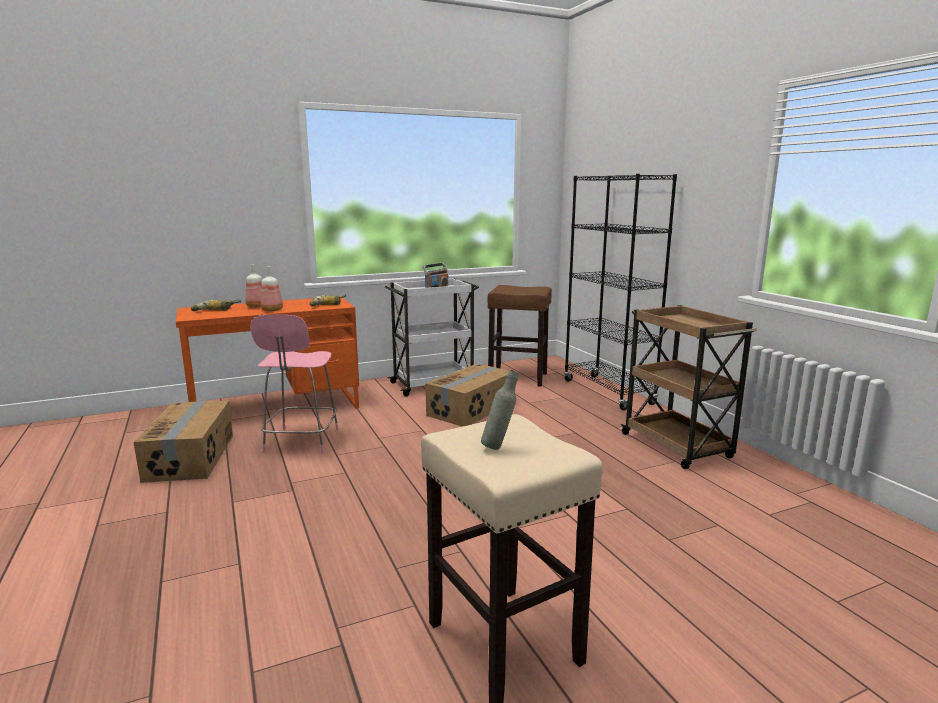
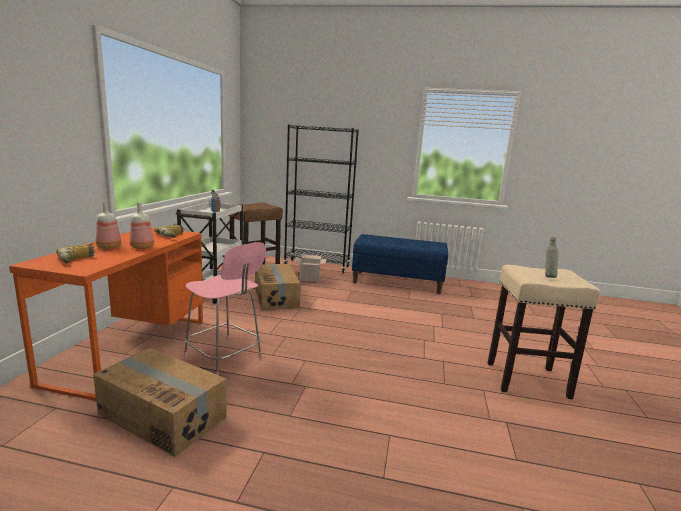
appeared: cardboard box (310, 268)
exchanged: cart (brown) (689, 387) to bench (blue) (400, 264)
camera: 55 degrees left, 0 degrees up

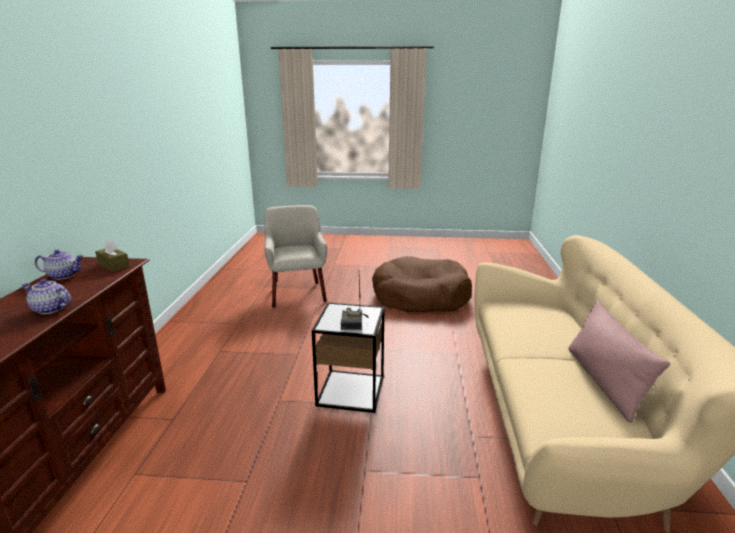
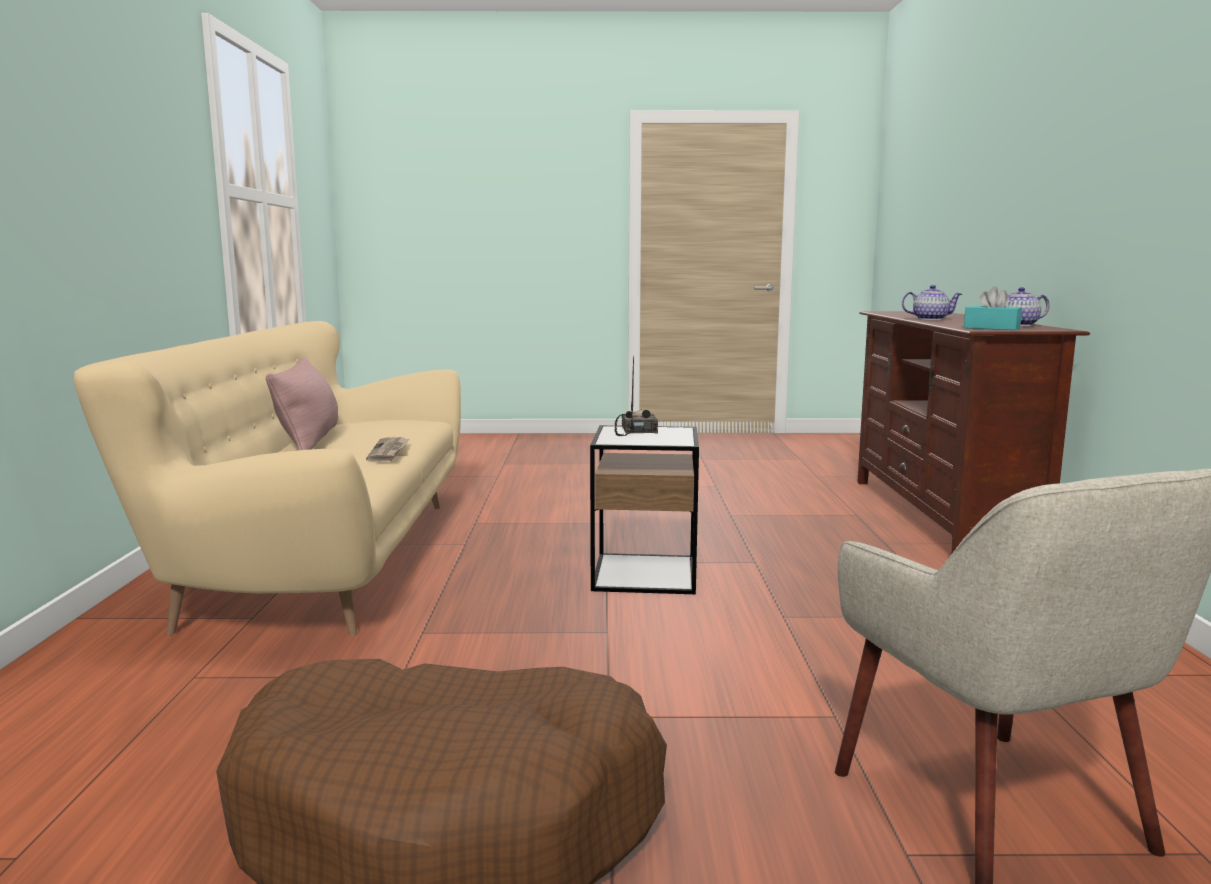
appeared: newspaper (388, 449)
colour: tissue box (brown) (112, 255) to tissue box (turquoise) (993, 308)
camera: 175 degrees right, 10 degrees down

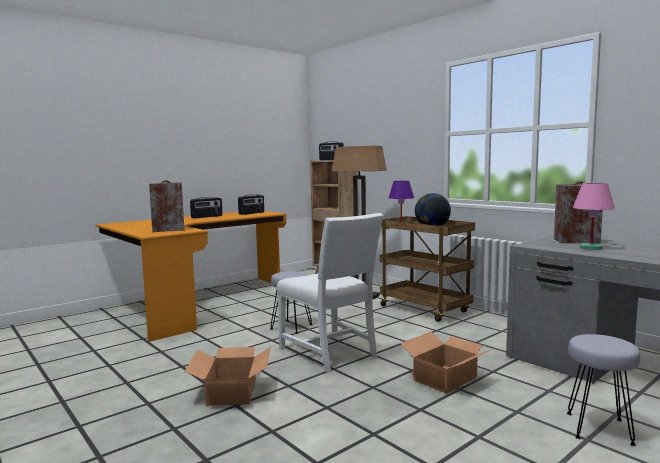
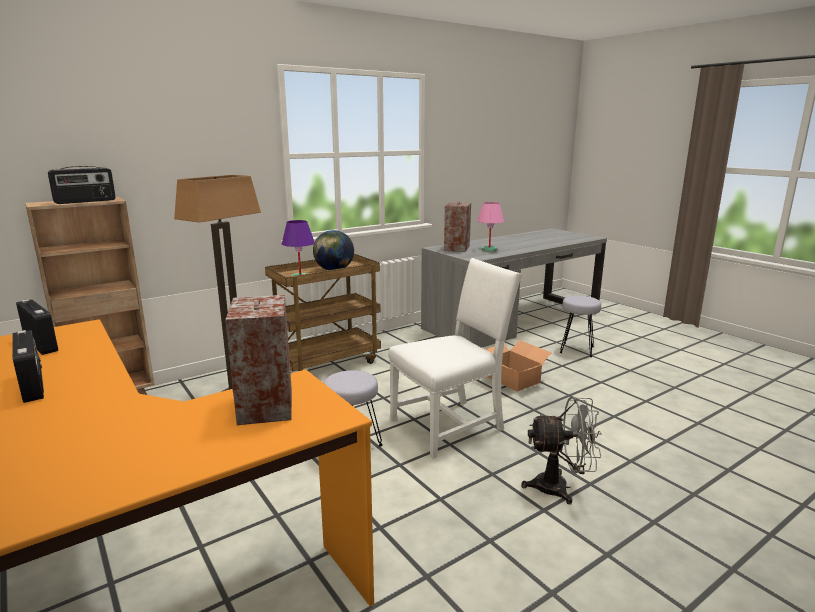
exchanged: cardboard box (228, 376) to fan (grey) (561, 450)
camera: 85 degrees left, 10 degrees up

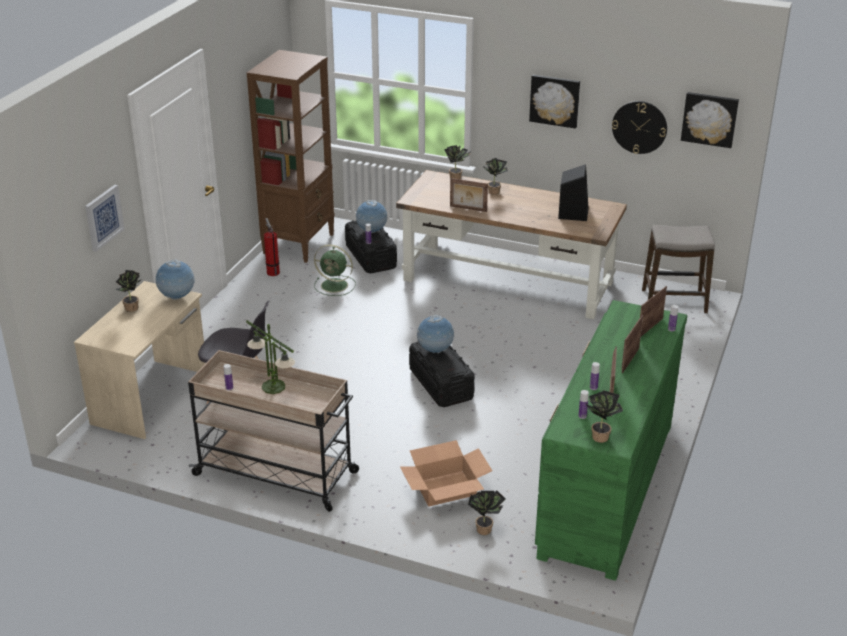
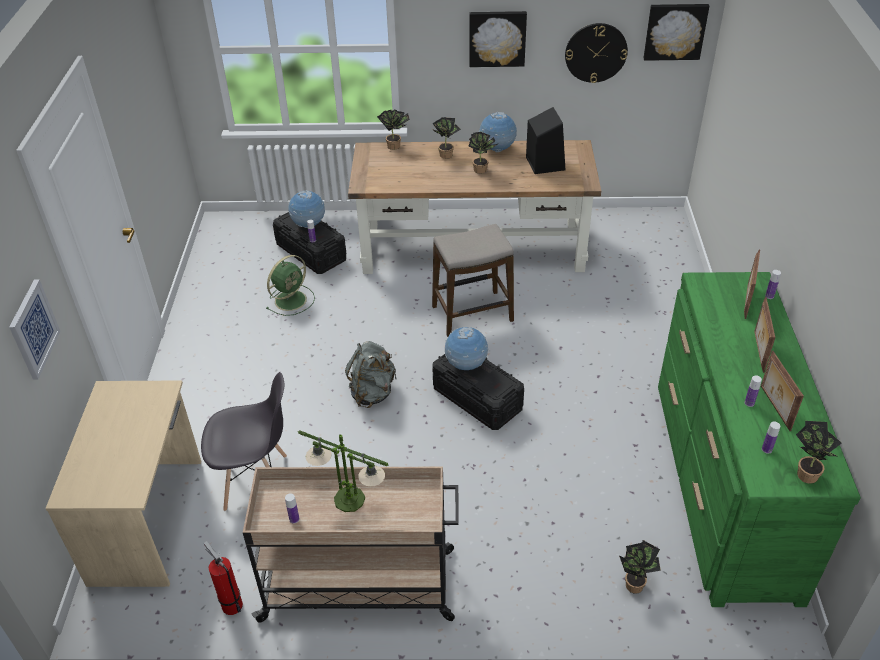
missing: bookcase (brown) (291, 156); picture frame (469, 195); cardboard box (446, 473)
appeared: backpack (grey) (370, 374)
relocated: fire extinguisher (272, 247) to (223, 578); stool (678, 269) to (473, 280); globe (175, 279) to (498, 132); potted plant (128, 291) to (483, 153)
spun: fan (green) (335, 270) = (290, 285) 45 degrees counterclockwise
camera: 20 degrees left, 10 degrees up

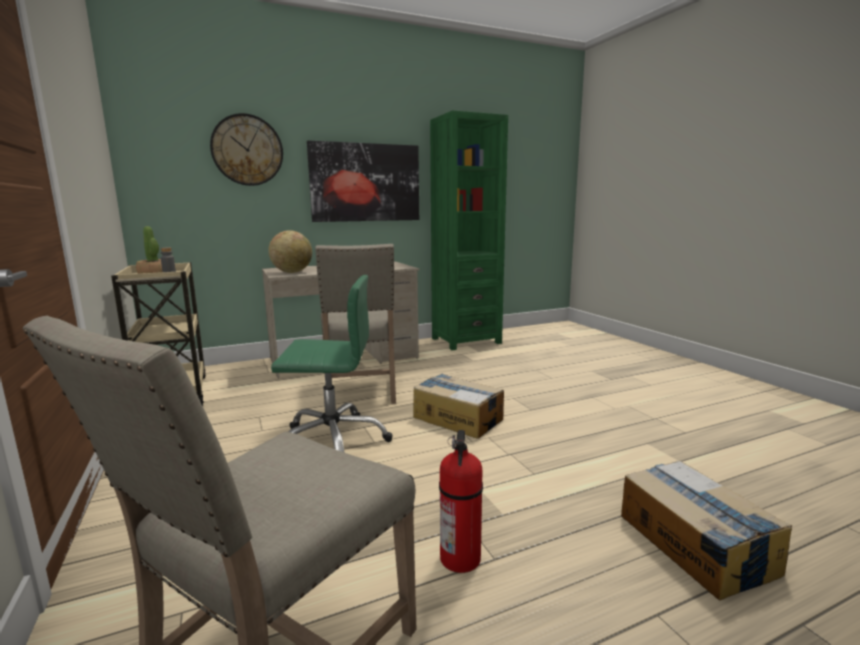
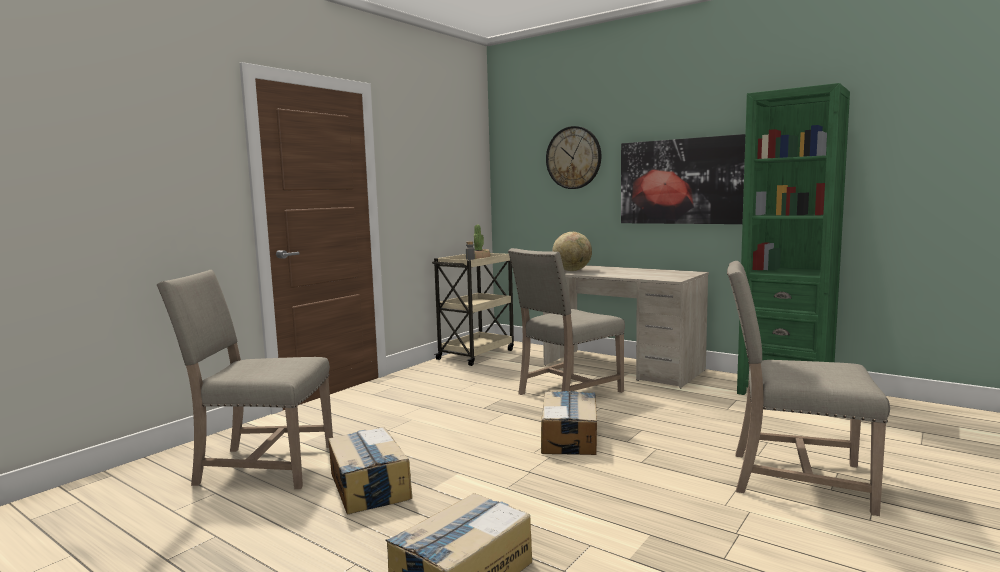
missing: office chair (green) (331, 363)
appeared: chair (beige) (808, 388)
exchanged: fire extinguisher (461, 501) to cardboard box (370, 471)
camera: 60 degrees right, 5 degrees down

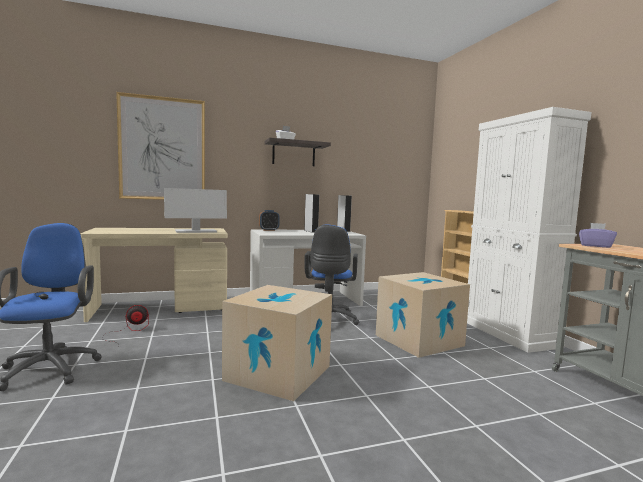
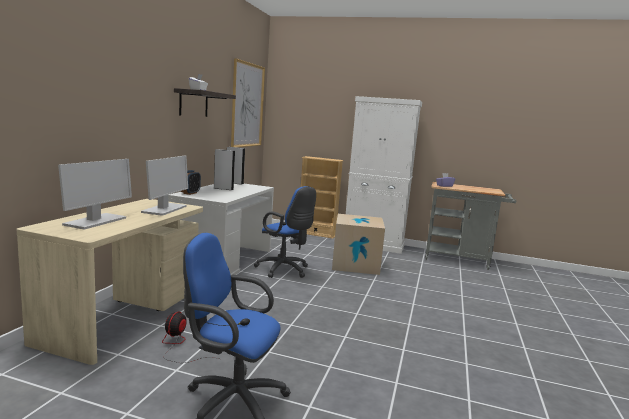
missing: cardboard box (277, 343)
appeared: monitor (95, 194)
relocated: picture (160, 146) to (248, 102)
camera: 55 degrees left, 5 degrees up

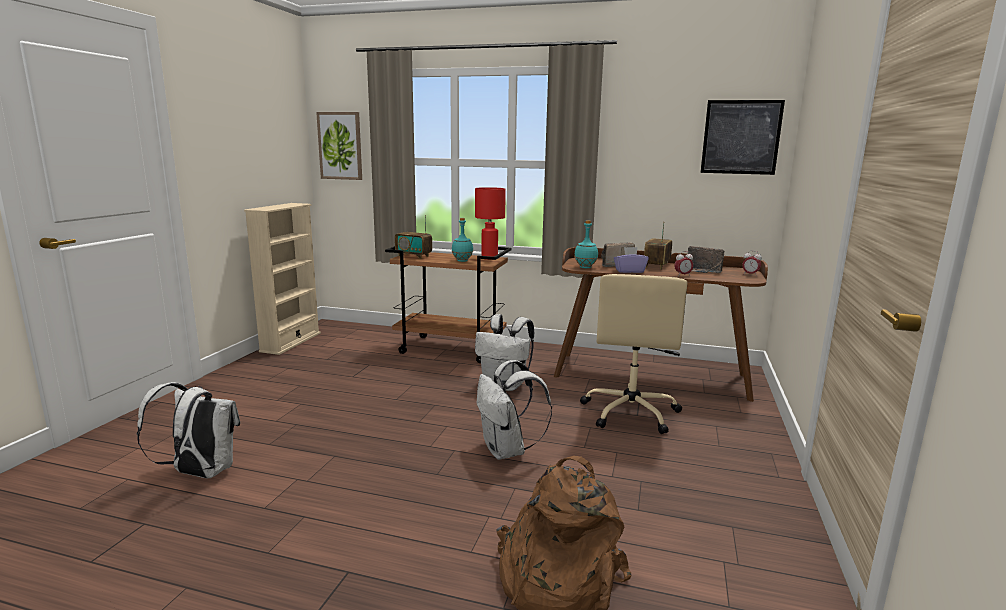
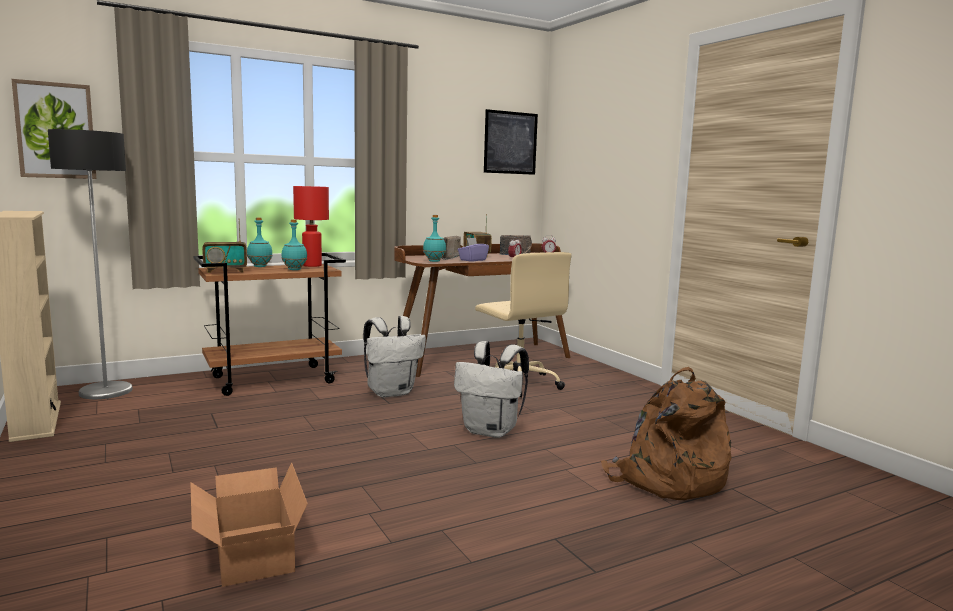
appeared: floor lamp (90, 264); bottle (turquoise) (260, 242)
exchanged: backpack (white) (188, 430) to cardboard box (249, 524)
camera: 45 degrees left, 5 degrees down

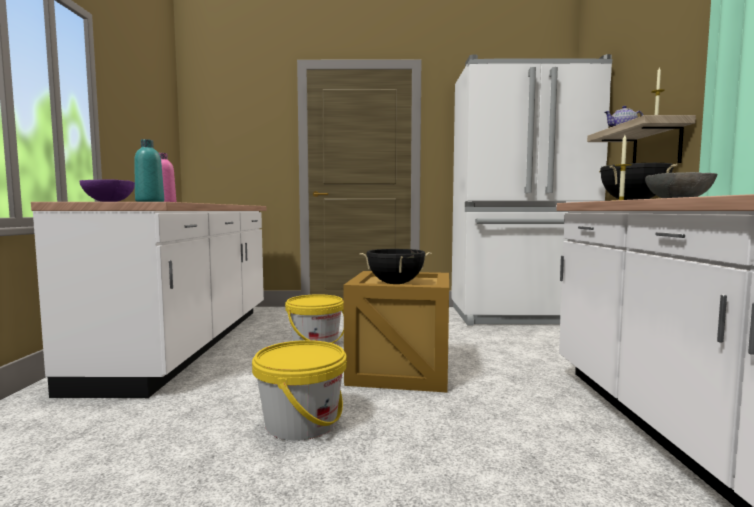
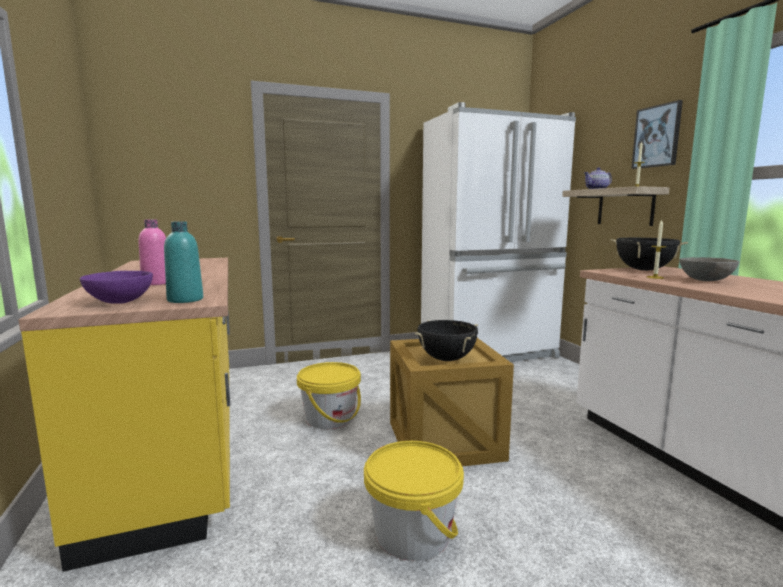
appeared: picture (657, 134)
colour: counter (white) (148, 300) to counter (yellow) (124, 415)
camera: 20 degrees left, 5 degrees up

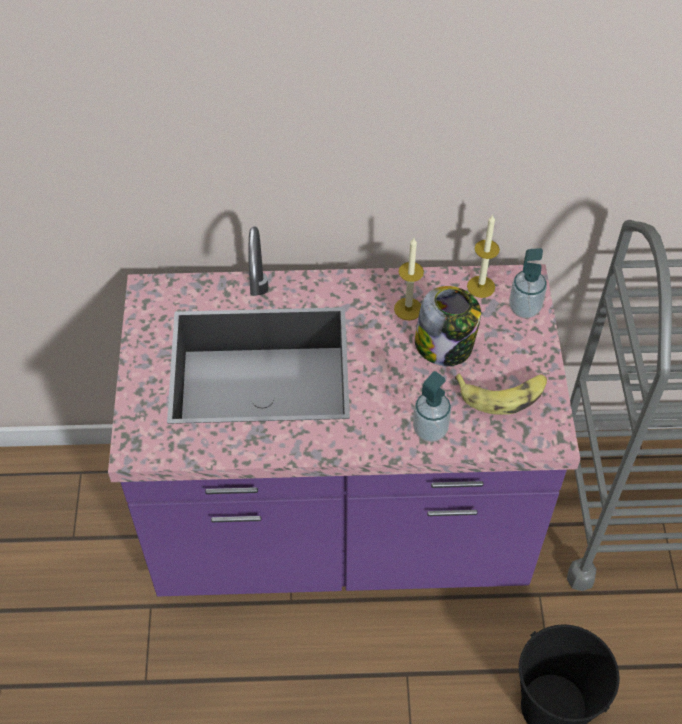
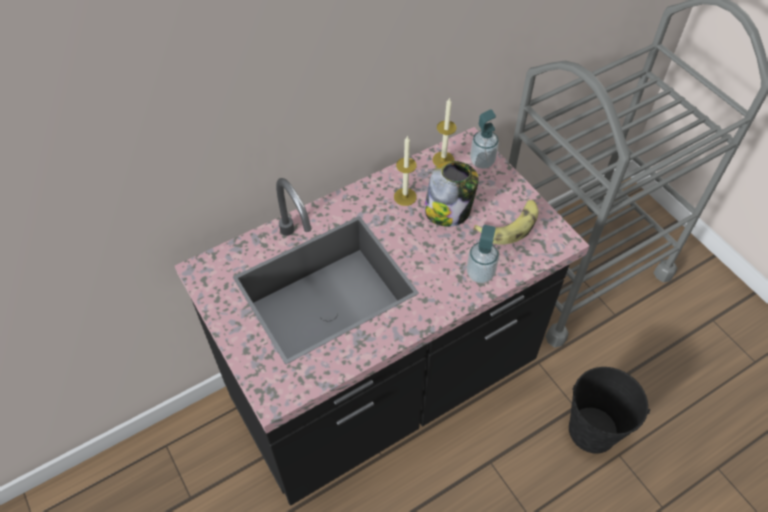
colour: counter (purple) (344, 411) to counter (black) (382, 316)
camera: 30 degrees left, 0 degrees up

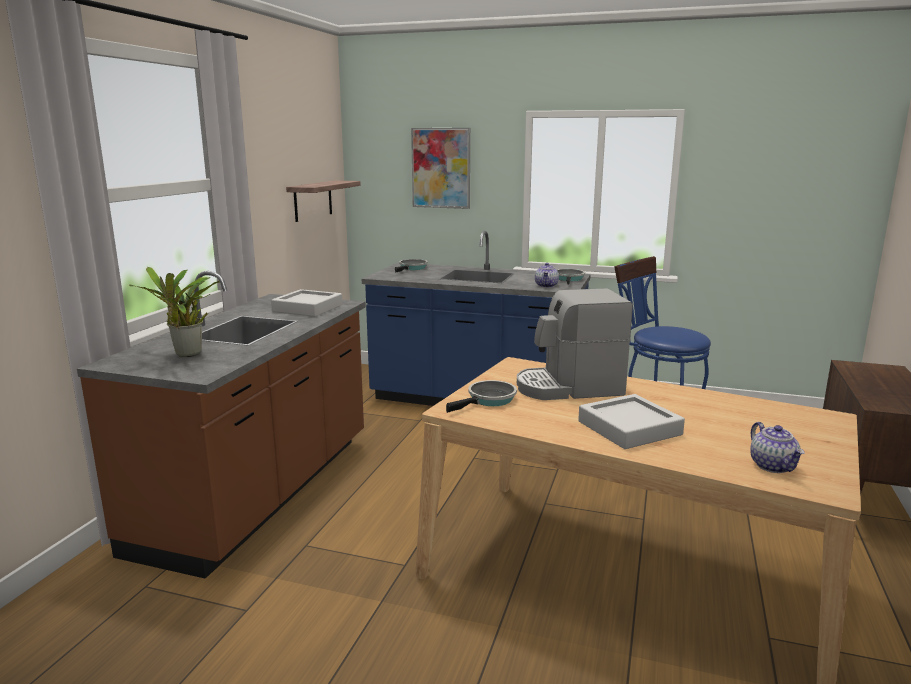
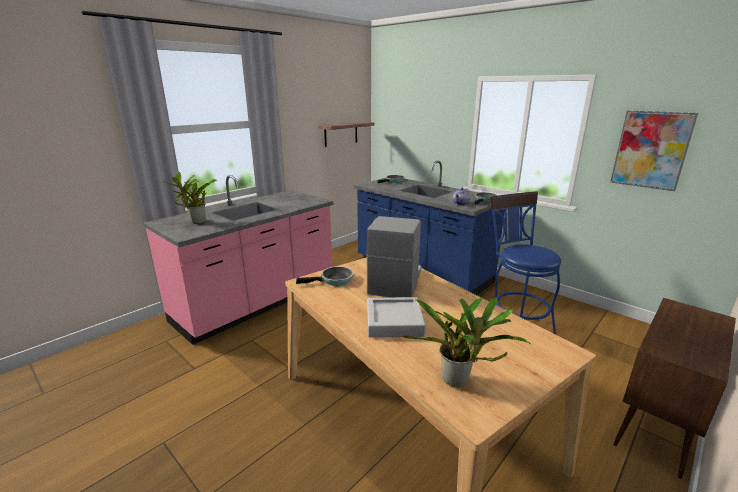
missing: tray (grey) (307, 303)
relocated: picture (440, 168) to (654, 151)
exchanged: teapot (777, 447) to potted plant (466, 342)
colour: counter (brown) (221, 425) to counter (pink) (238, 260)
spun: coffee machine (575, 344) = (393, 256) 90 degrees clockwise
camera: 25 degrees right, 5 degrees up

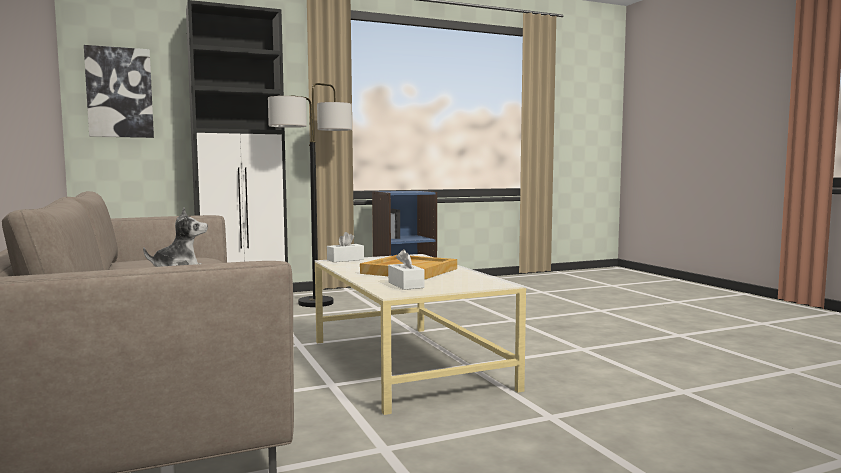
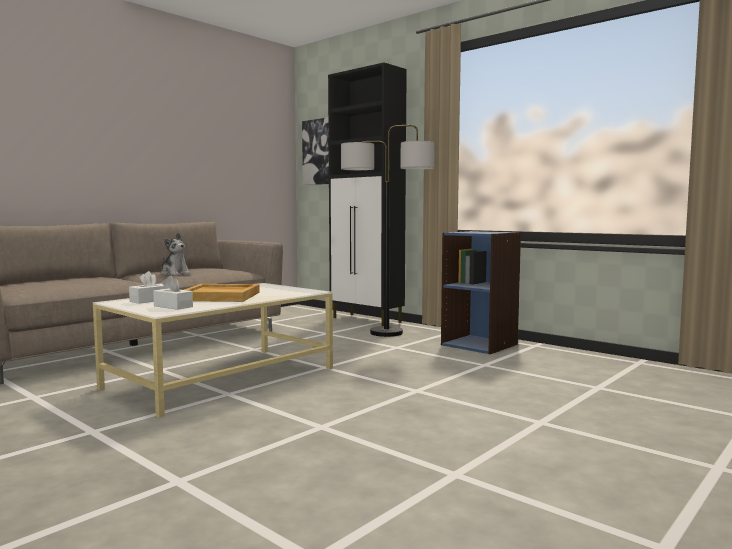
relocated: tissue box (white) (345, 247) to (173, 293)
camera: 65 degrees right, 0 degrees up

